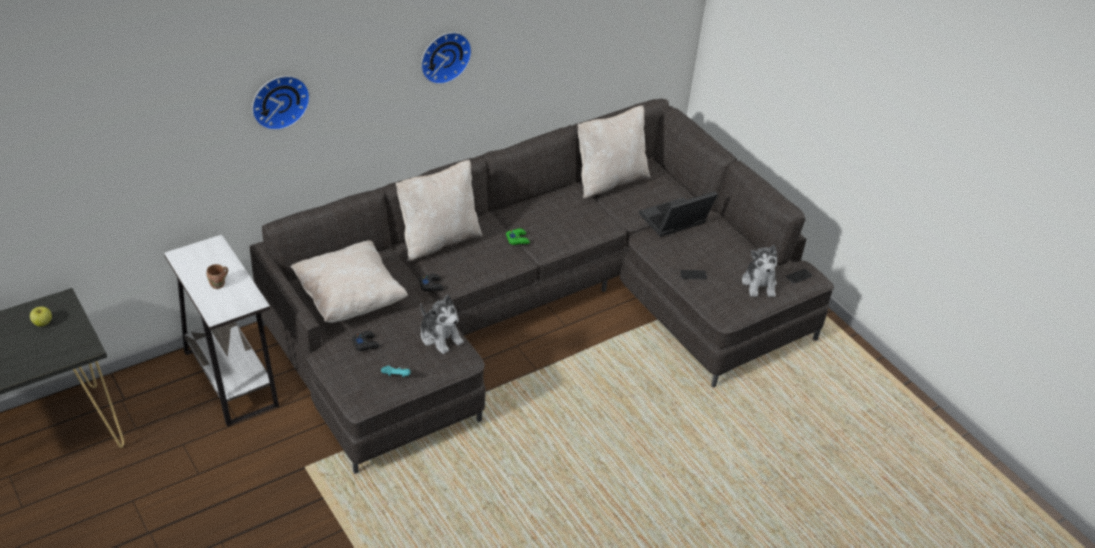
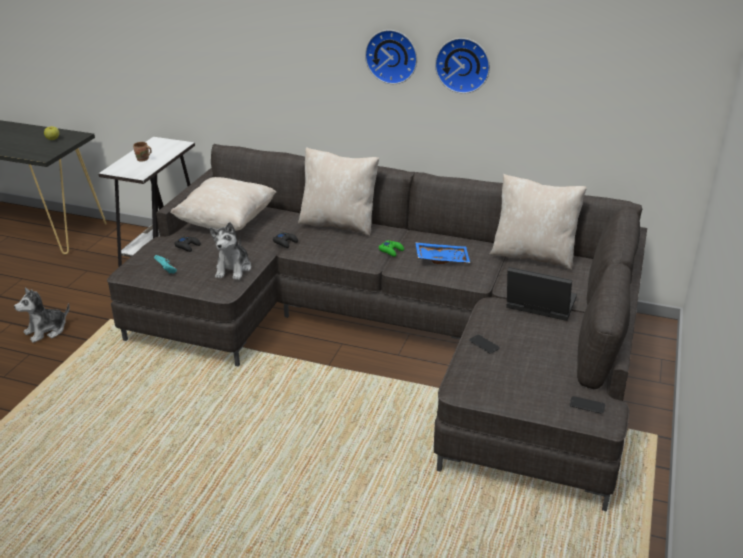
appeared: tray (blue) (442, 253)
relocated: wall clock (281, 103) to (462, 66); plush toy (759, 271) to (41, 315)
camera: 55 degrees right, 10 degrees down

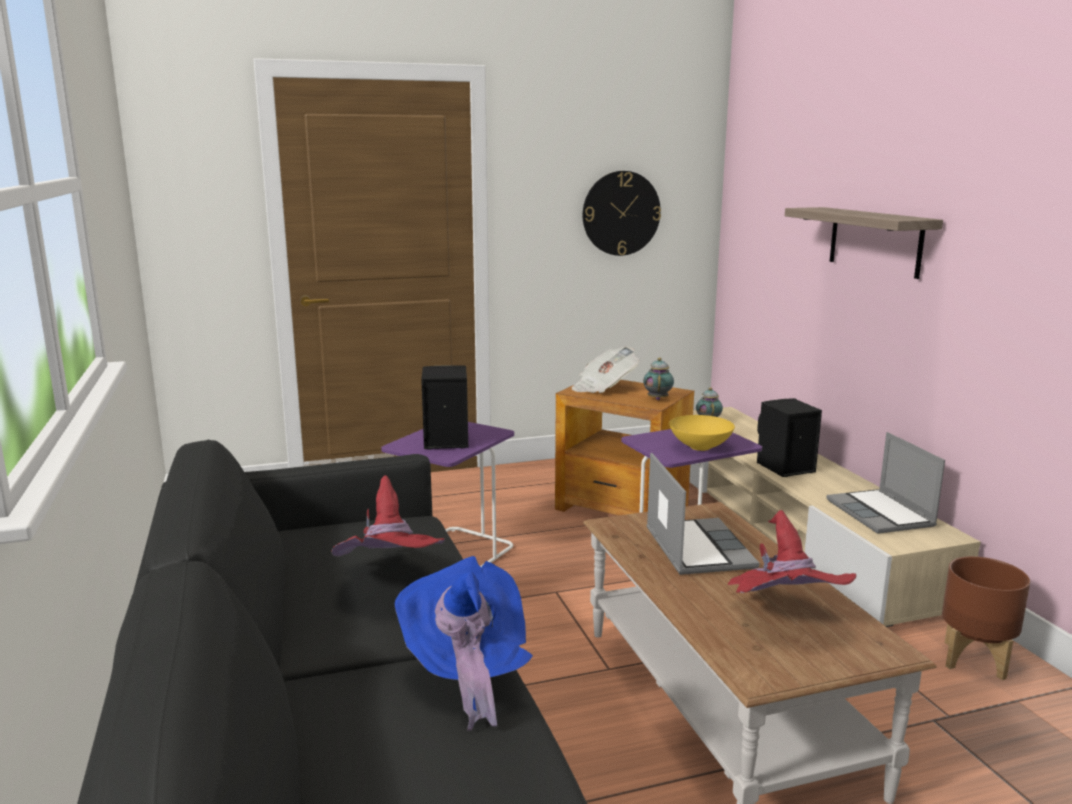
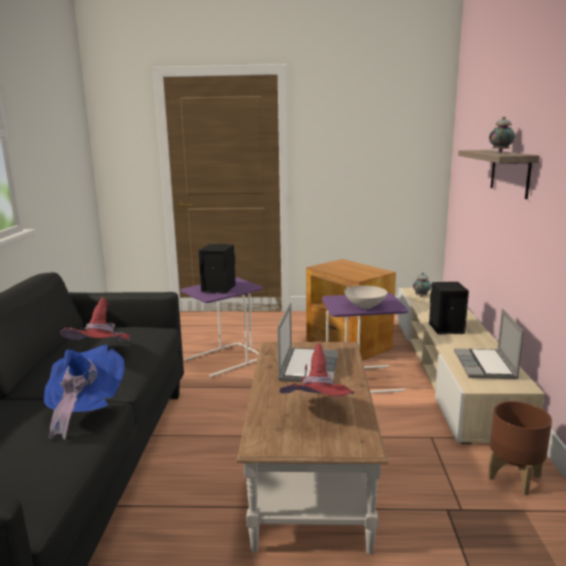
missing: wall clock (622, 213); newspaper (605, 370)
relocated: teapot (658, 379) to (502, 134)
colour: bowl (yellow) (702, 433) to bowl (white) (365, 297)
camera: 20 degrees right, 0 degrees up

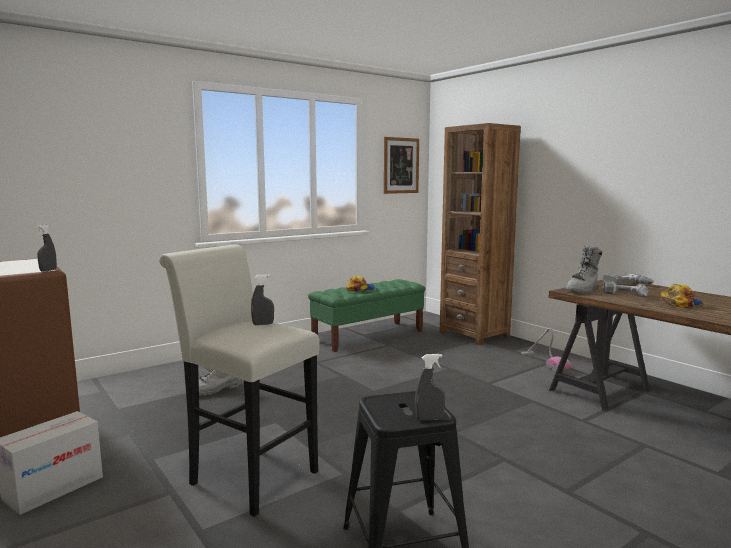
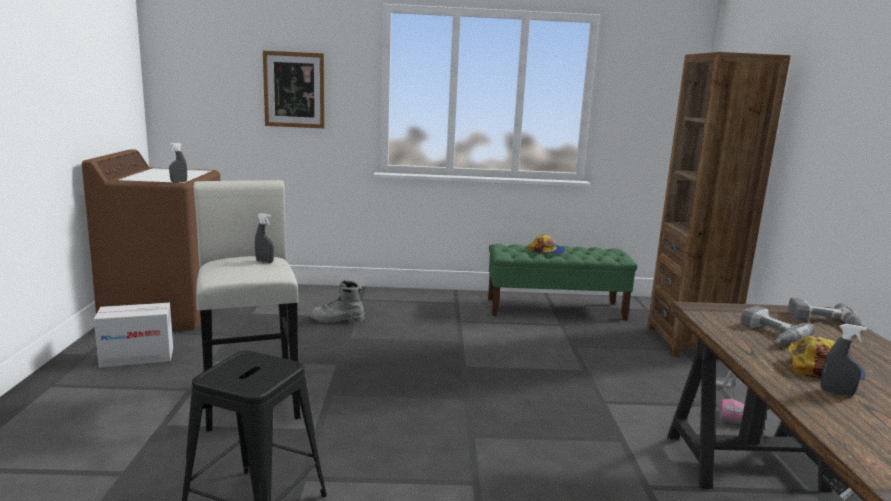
missing: boot (grey) (584, 269)
relocated: picture (401, 165) to (294, 89); spray bottle (grey) (430, 387) to (843, 360)
camera: 35 degrees right, 5 degrees up

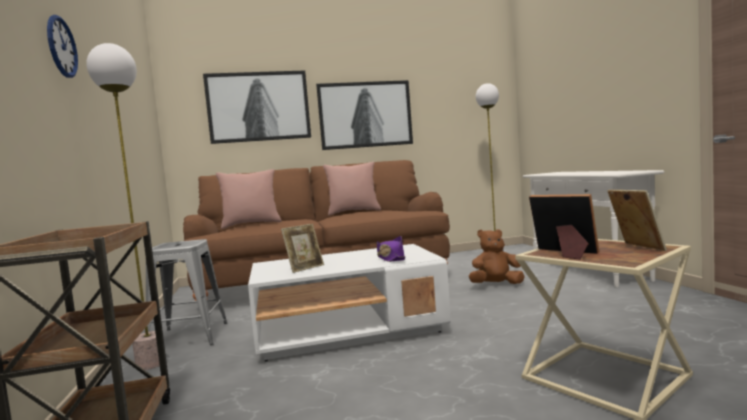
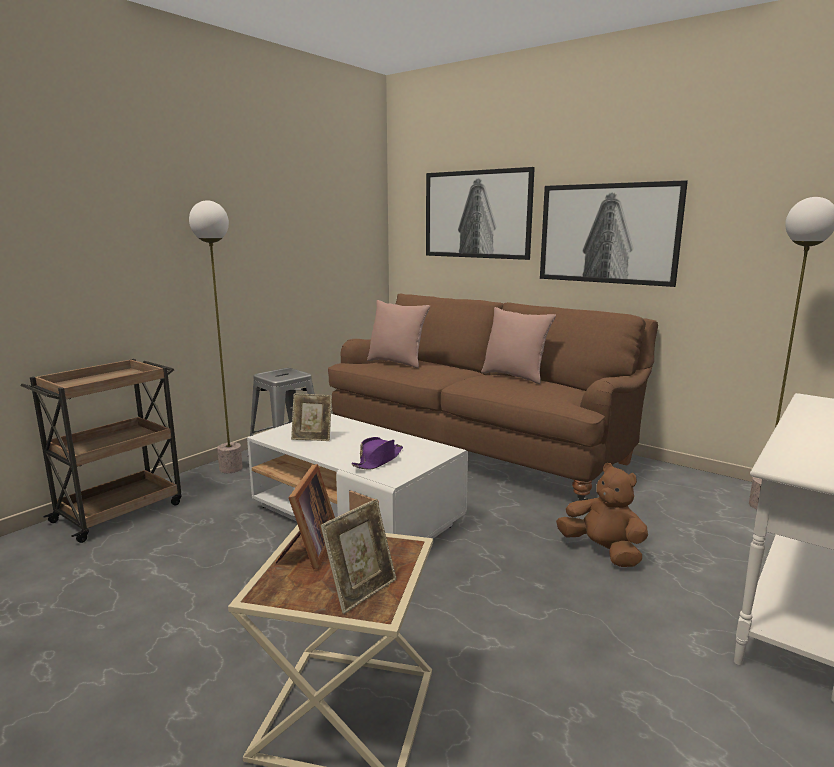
missing: wall clock (62, 46)
camera: 50 degrees right, 10 degrees up

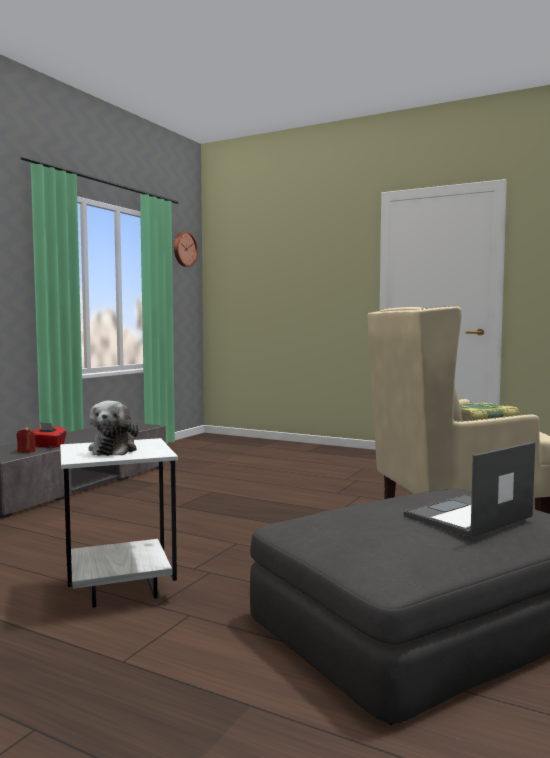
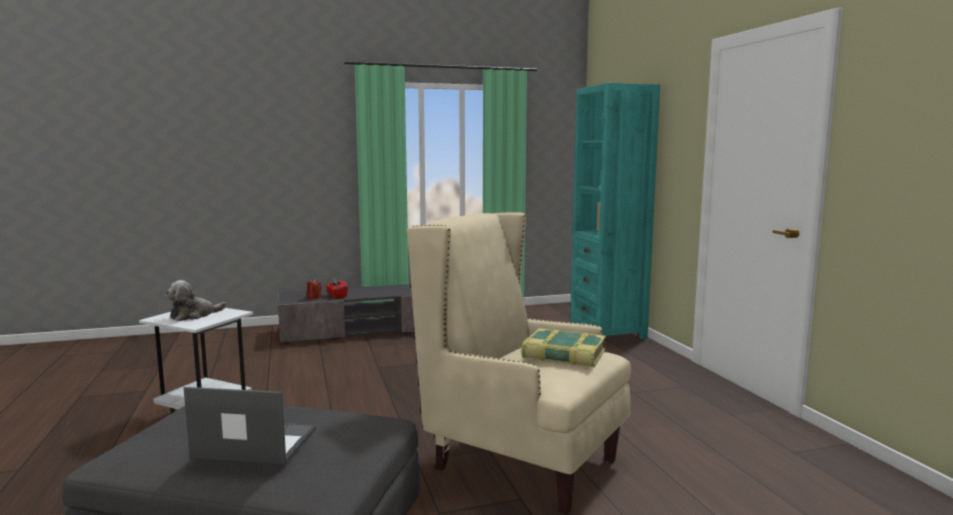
missing: wall clock (186, 249)
appeared: bookcase (turquoise) (615, 213)
camera: 45 degrees right, 5 degrees up

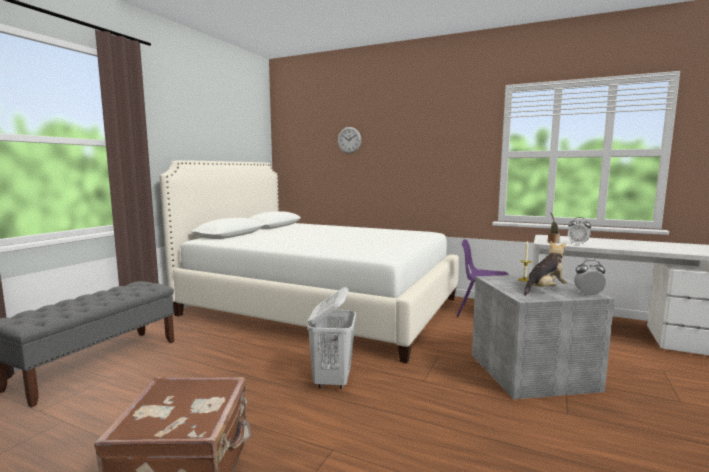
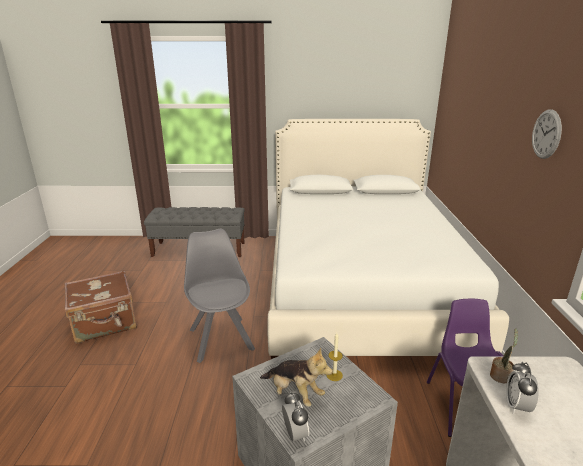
relocated: wall clock (349, 140) to (547, 134)
exchanged: laundry basket (white) (331, 338) to chair (grey) (219, 296)
camera: 65 degrees right, 15 degrees up

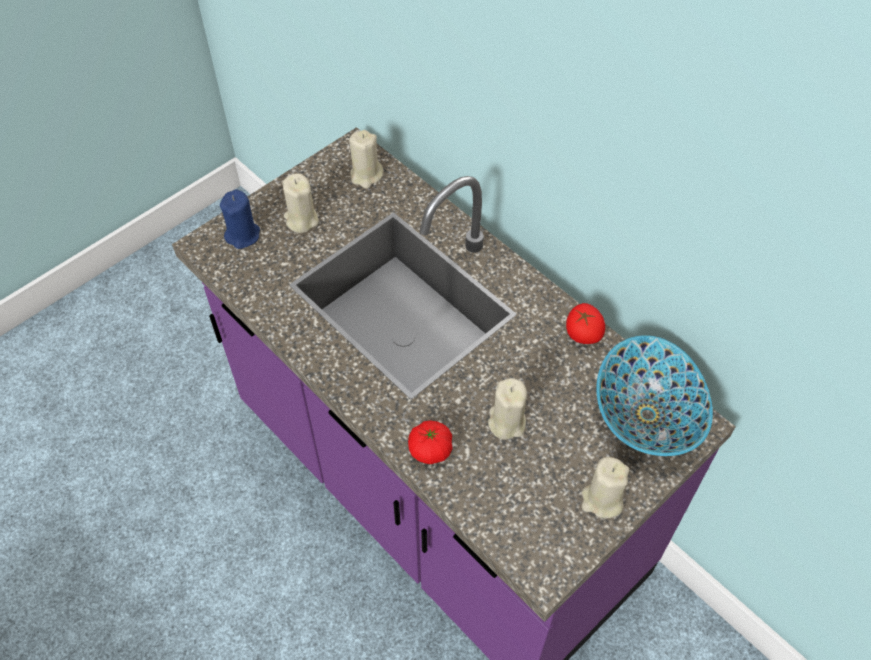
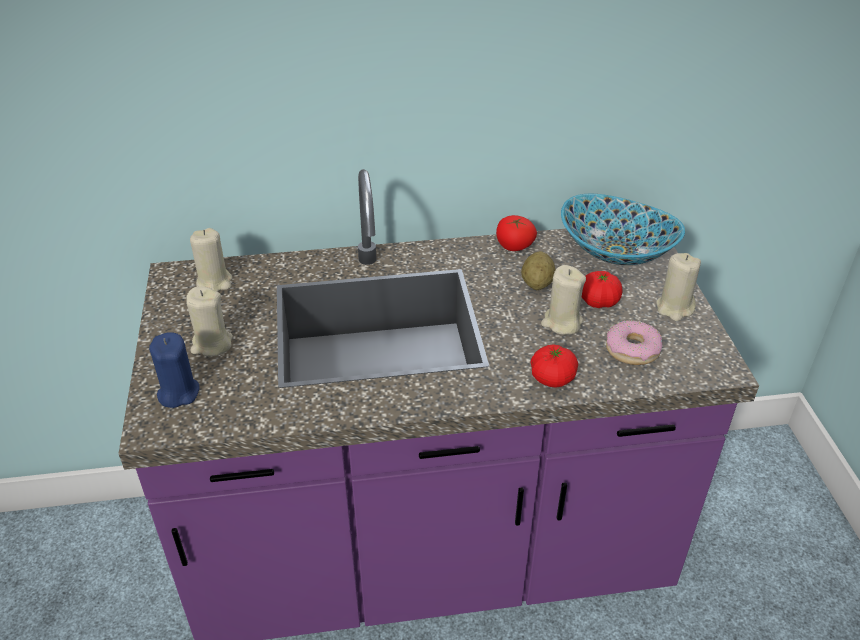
appeared: potato (538, 270); tomato (602, 289); donut (634, 342)
camera: 55 degrees left, 15 degrees down

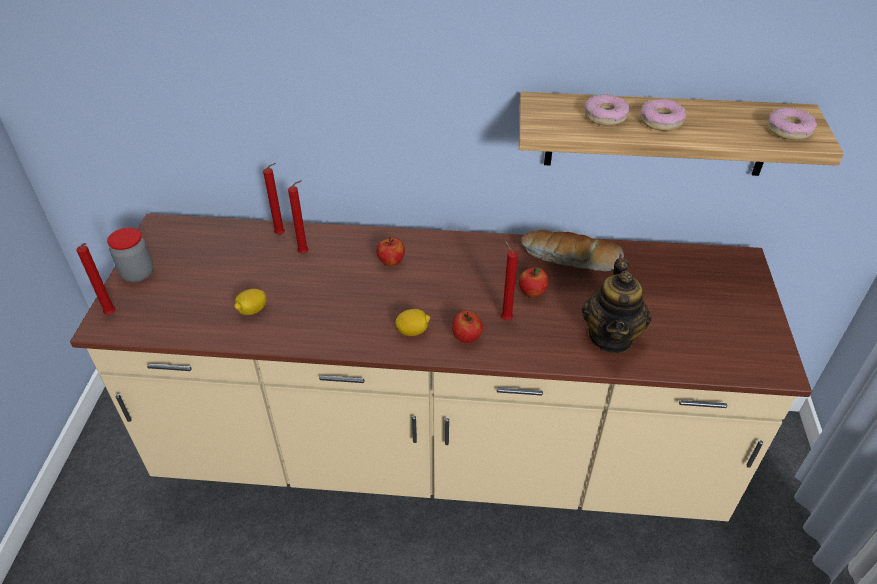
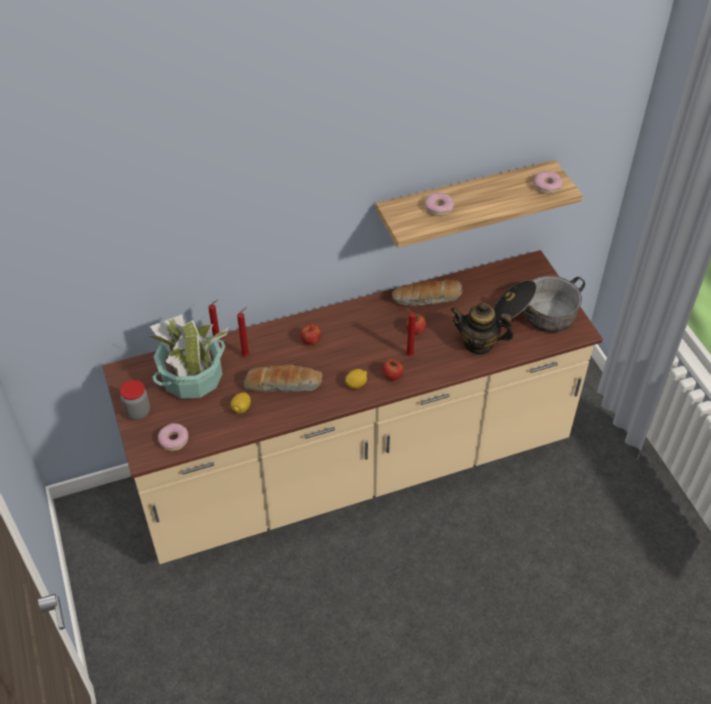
missing: candle (red) (96, 279)
appeared: cooking pot (539, 304); potted plant (188, 357); bread (283, 378)
relocated: donut (663, 115) to (173, 437)
spun: teapot (617, 305) = (482, 328) 120 degrees clockwise
camera: 25 degrees left, 5 degrees up

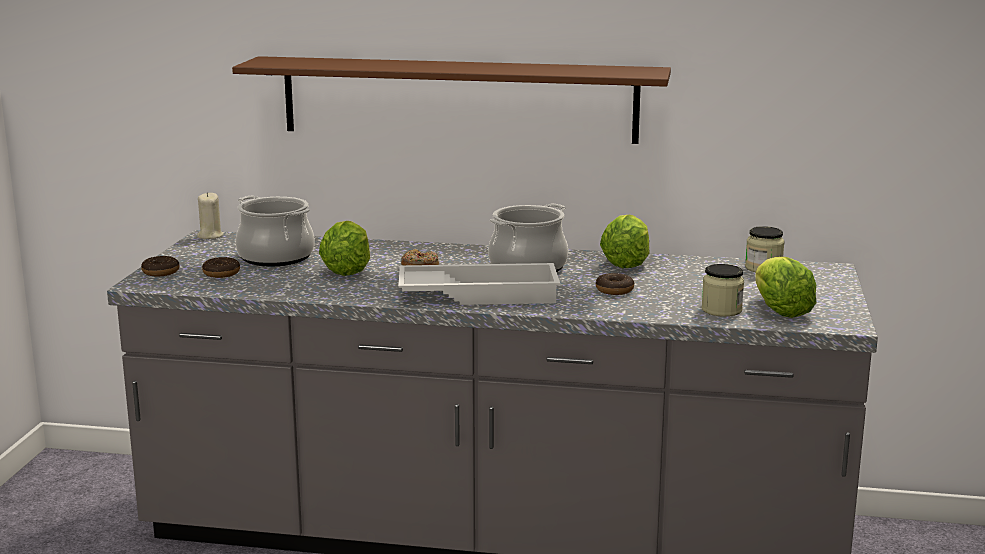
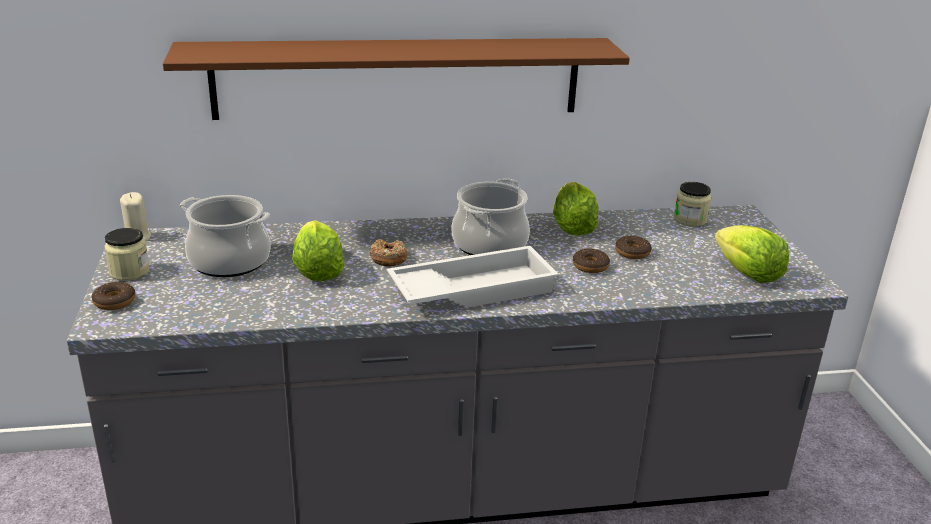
relocated: donut (221, 267) to (633, 247); jar (722, 290) to (127, 254)
camera: 20 degrees left, 10 degrees up

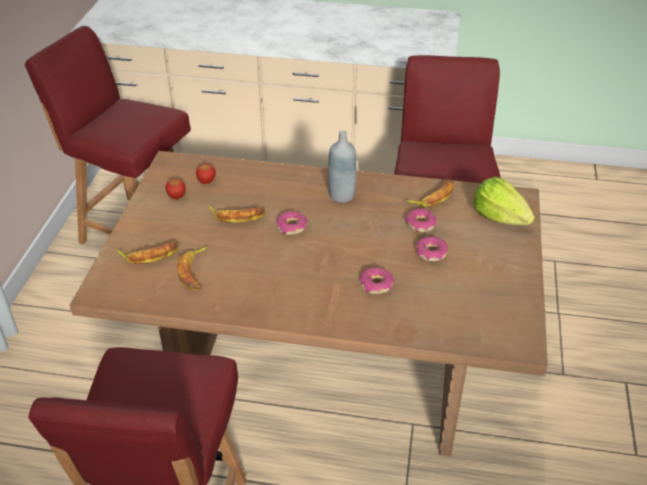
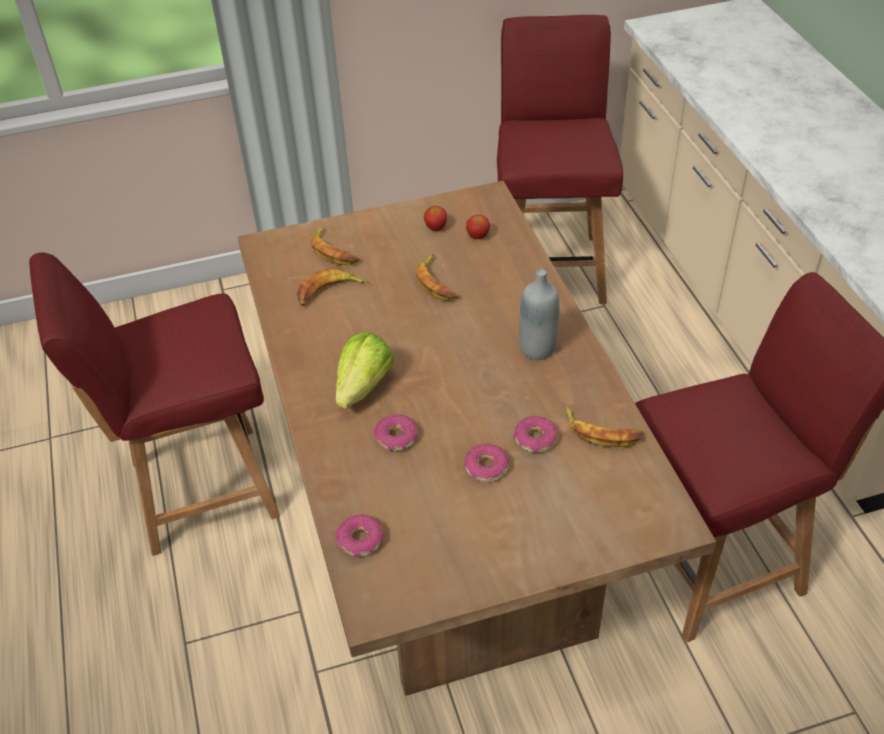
relocated: lettuce (504, 201) to (364, 370); donut (292, 223) to (359, 535)
camera: 65 degrees right, 5 degrees up

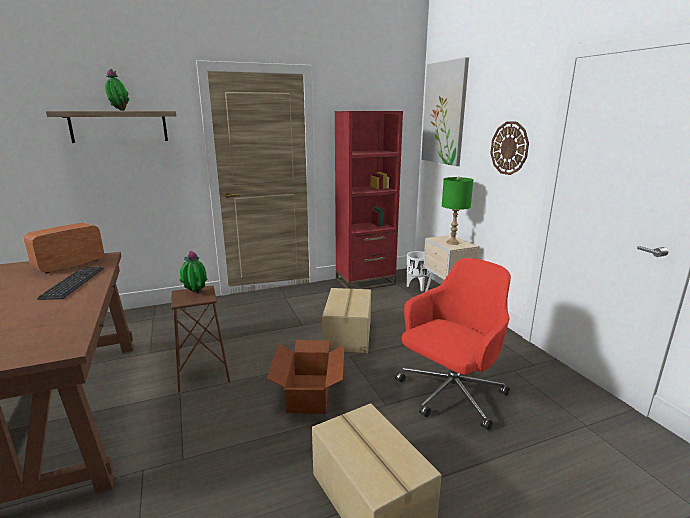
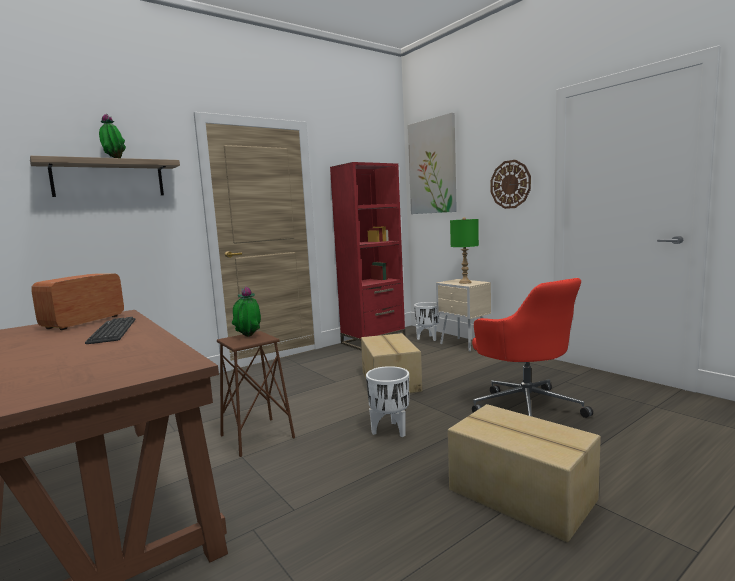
exchanged: cardboard box (306, 377) to planter (white) (387, 401)
spun: office chair (red) (453, 344) = (532, 348) 120 degrees clockwise
camera: 15 degrees left, 10 degrees down

